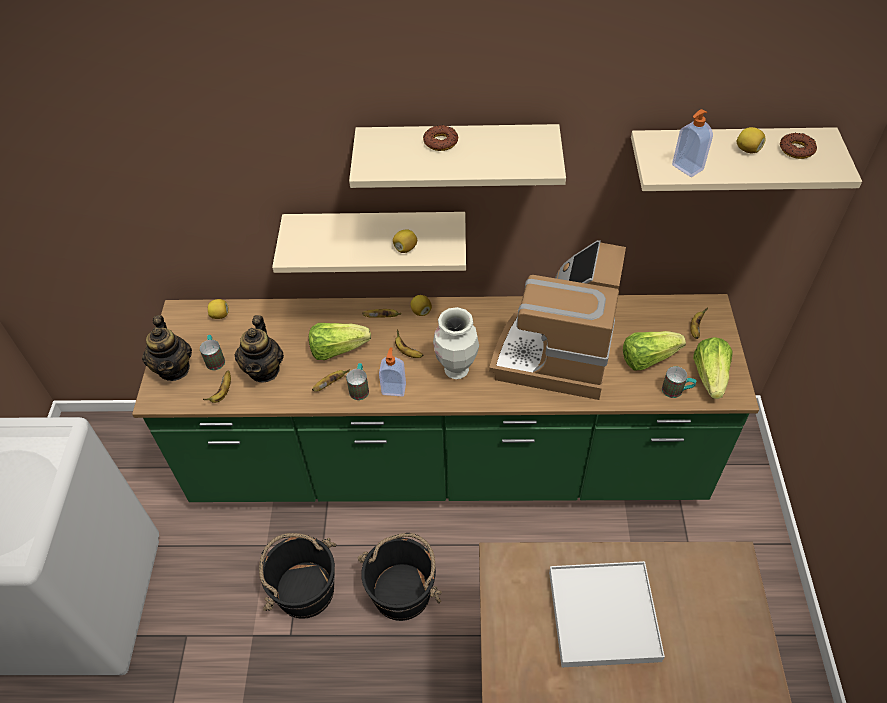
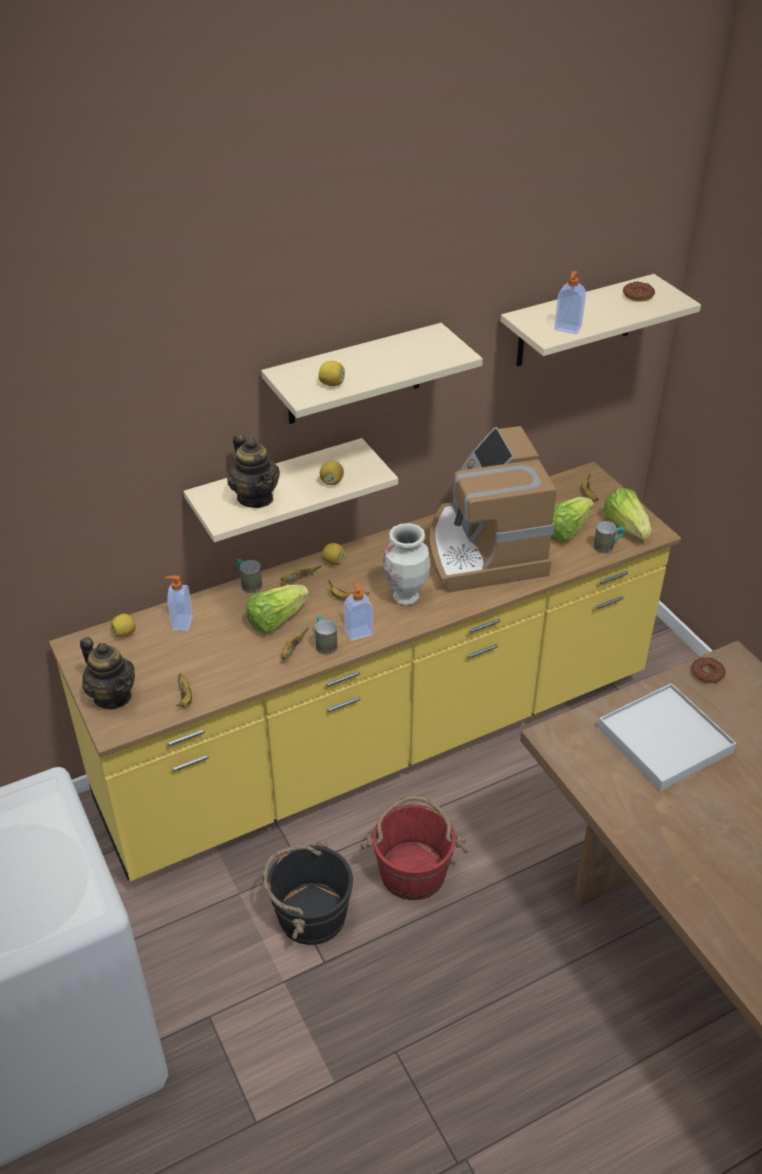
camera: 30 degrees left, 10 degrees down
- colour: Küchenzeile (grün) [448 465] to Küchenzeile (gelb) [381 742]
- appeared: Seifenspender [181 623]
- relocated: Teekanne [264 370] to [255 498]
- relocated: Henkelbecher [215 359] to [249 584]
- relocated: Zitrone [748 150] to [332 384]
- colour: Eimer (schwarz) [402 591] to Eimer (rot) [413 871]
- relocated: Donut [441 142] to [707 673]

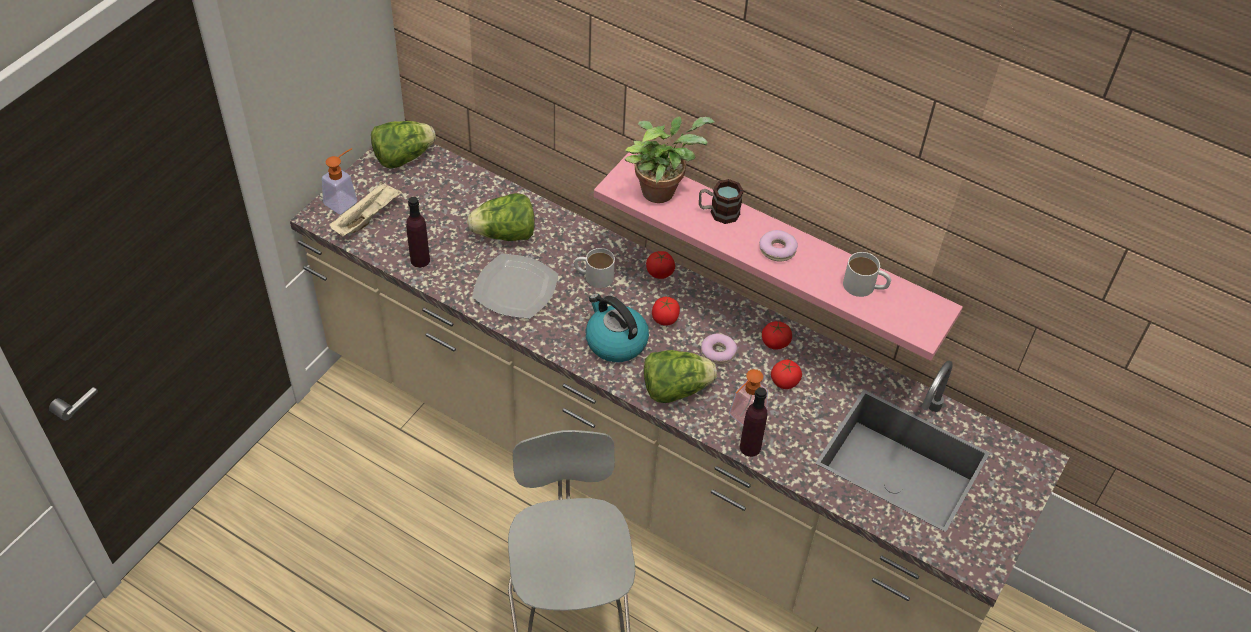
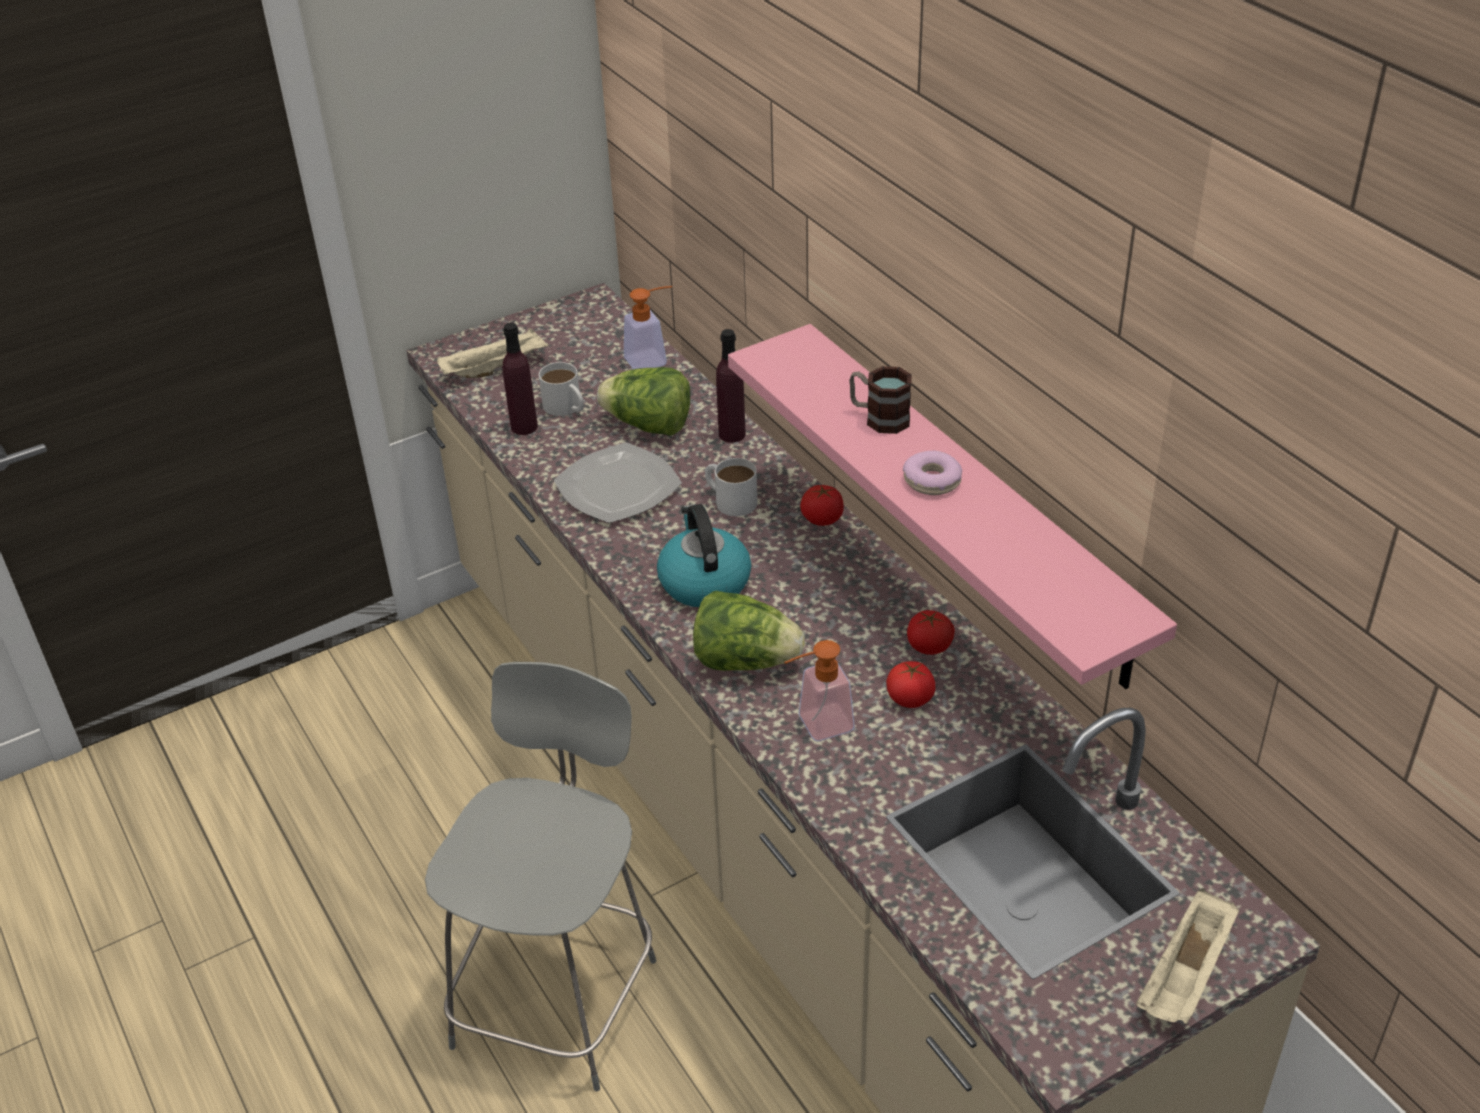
camera: 30 degrees right, 10 degrees down
- relocated: Henkelbecher (weiß) [865 286] to [566 408]
- relocated: Seifenspender [345 200] to [652 359]
- relocated: Flasche (lila) [750 447] to [732 434]
- appeared: Tablett (beige) [1185 976]
- missing: Salatkopf [403 157]
- missing: Topfpflanze [661 189]
- missing: Tomate [665 318]
- missing: Donut [718 352]

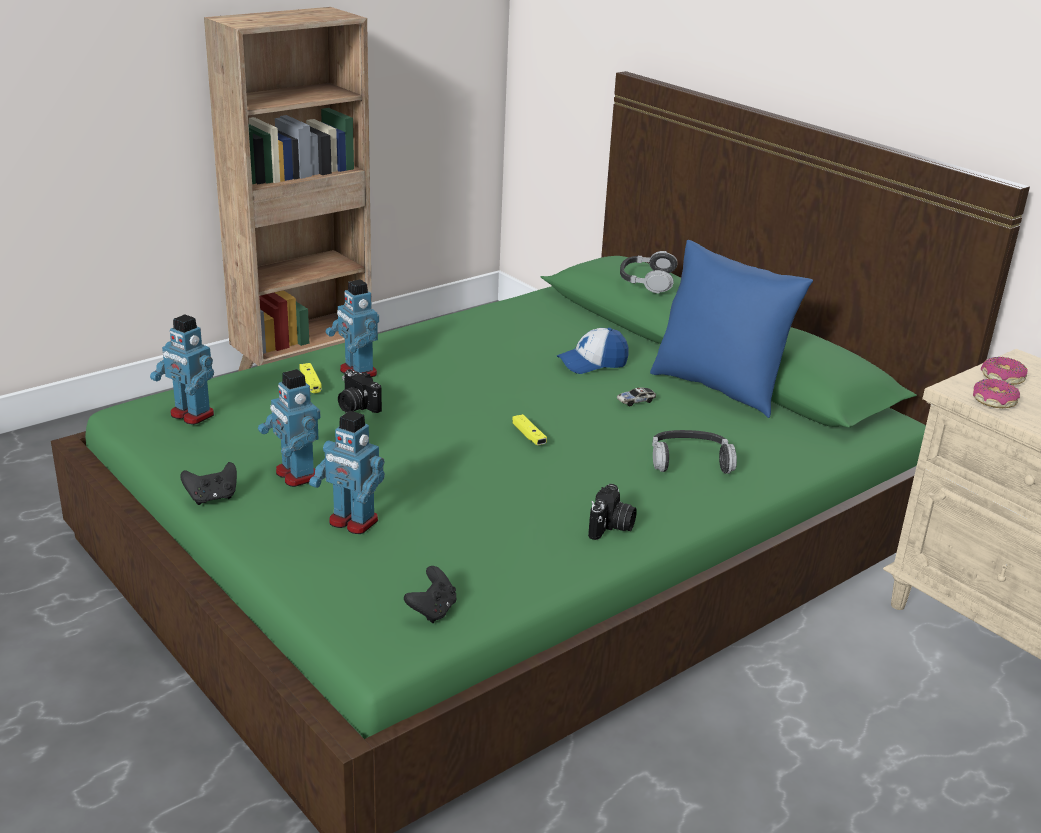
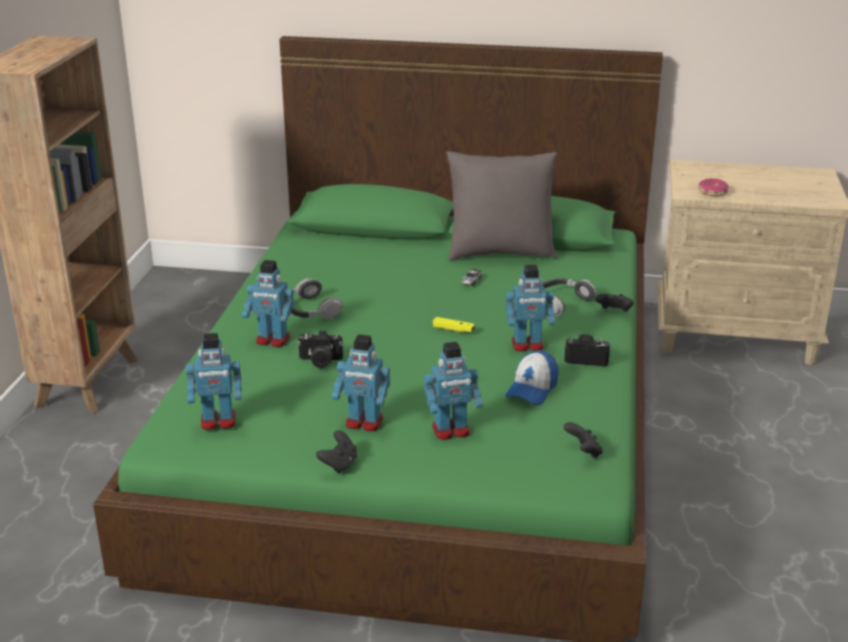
camera: 40 degrees left, 0 degrees up
- relocated: Kopfhörer [646 280] to [309 310]
- colour: Kissen (blau) [718 388] to Kissen (grau) [500 253]
- relocated: Kappe [592 363] to [532 389]
- appeared: Spielzeugroboter [527 345]
- spun: Kamera [611 527] = [586 359] 60 degrees counterclockwise
- appeared: Gamepad (schwarz) [614 312]
- missing: Gamepad (gelb) [310 383]
- missing: Donut [1002 378]

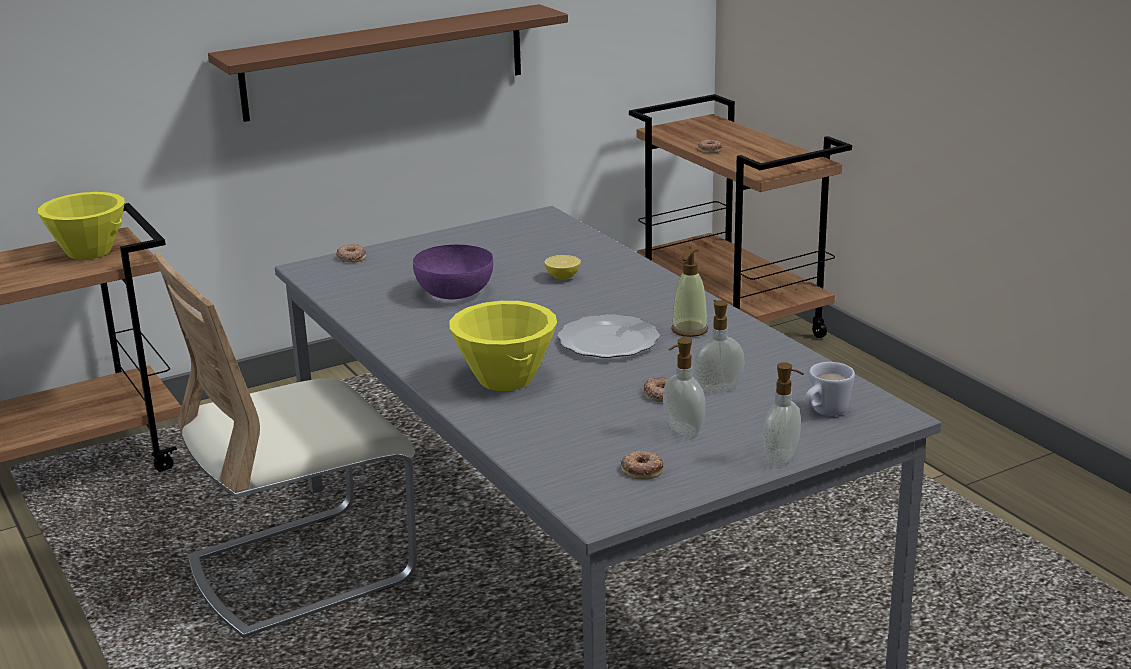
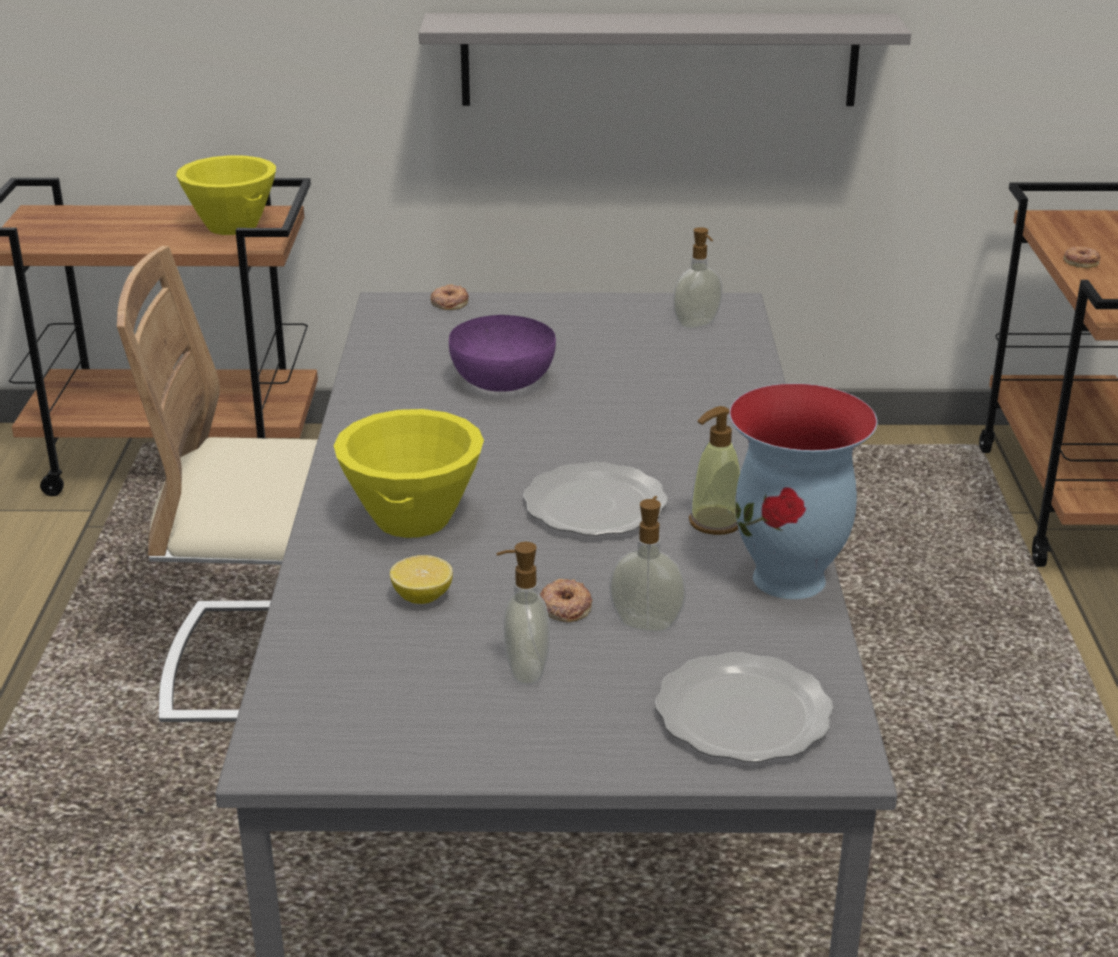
camera: 30 degrees right, 5 degrees up
- relocated: Zitrone [562 277] to [422 597]
- colour: Wandregal (braun) [385 62] to Wandregal (grau) [659 59]
- exchanged: Henkelbecher (weiß) [824 413] to Teller [742 715]
- relocated: Seifenspender [782 458] to [697 325]
- appeared: Vase [791 579]
- missing: Donut [642 469]

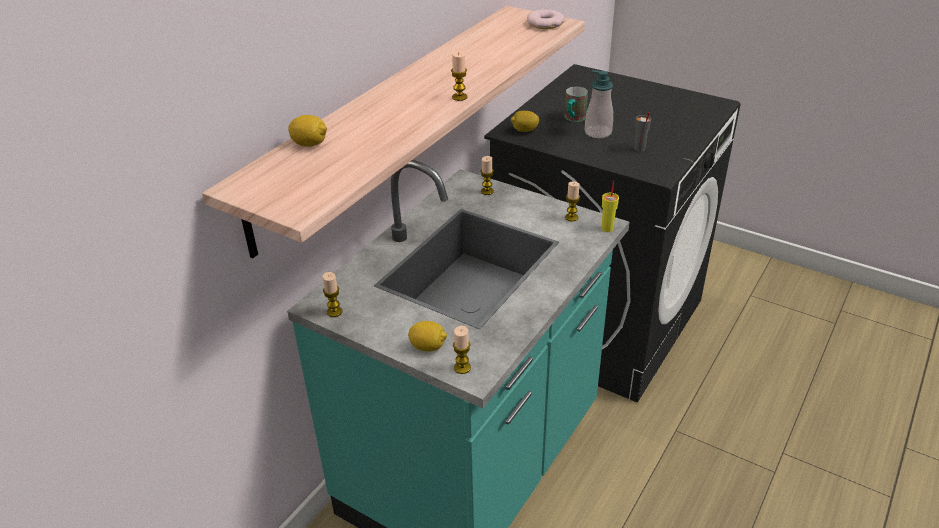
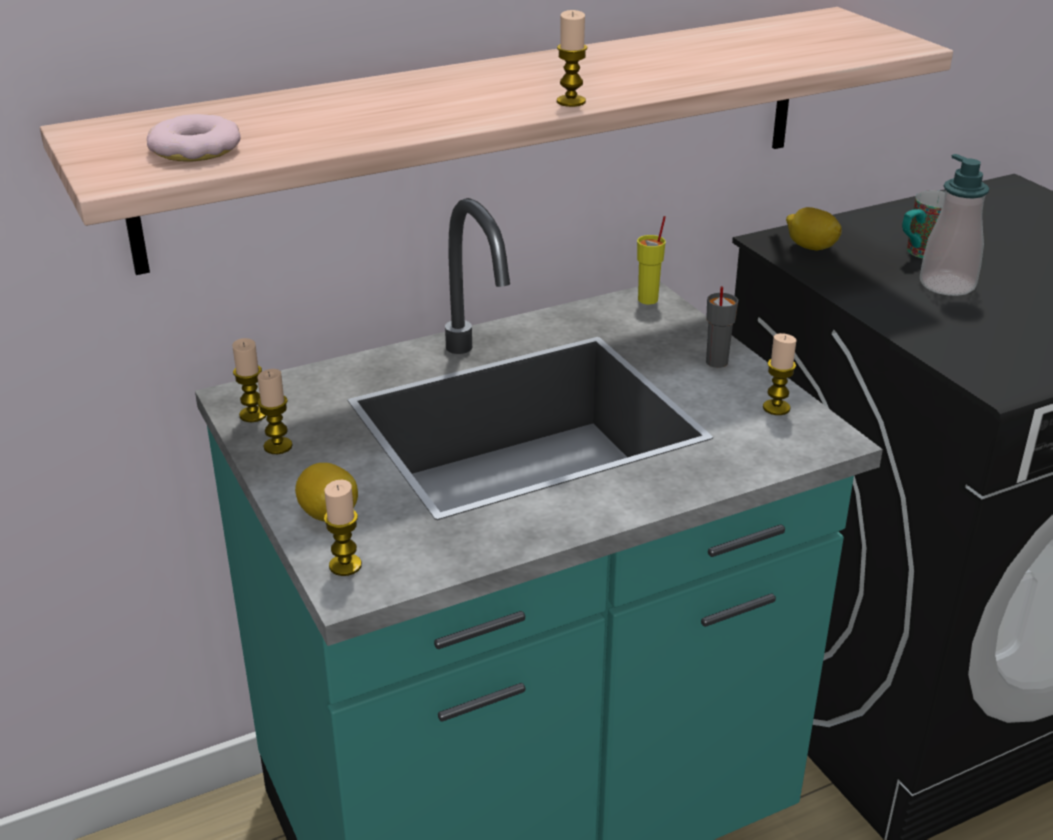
camera: 30 degrees right, 5 degrees down
- relocated: Donut [545 23] to [196 149]
- relocated: Kerze [487 191] to [278 446]
- relocated: Tasse (gelb) [607 228] to [648 299]
- relocated: Tasse (grau) [639 149] to [716 362]
- missing: Zitrone [310 144]

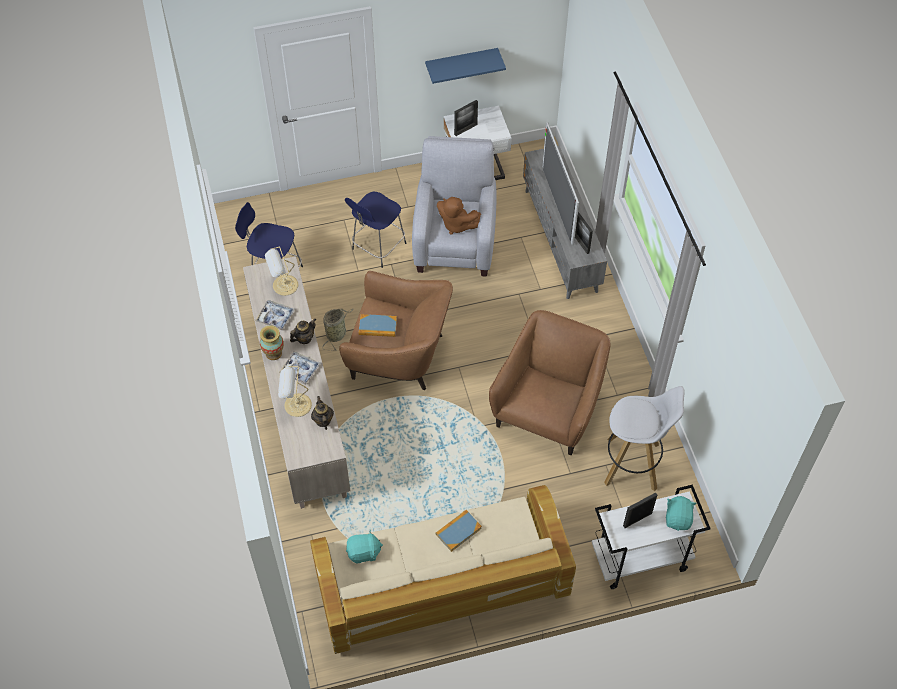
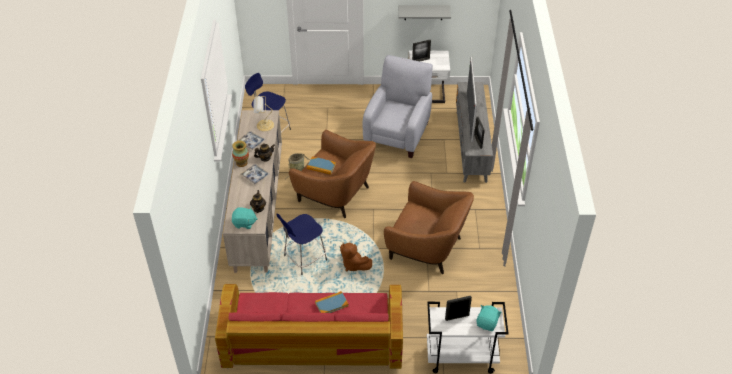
camera: 15 degrees right, 10 degrees down
- colour: Sofa (beige) [440 581] to Sofa (rot) [312 339]
- relocated: Plüschtier (türkis) [364 552] to [244 223]
- relocated: Hocker (blau) [377 247] to [304 259]
- relocated: Plüschtier (braun) [457 224] to [353 265]
- spun: Sessel (braun) [548 409] = [427 247] 75 degrees clockwise
- colour: Wandregal (blau) [461 63] to Wandregal (grau) [423 12]
- missing: Tischlampe [296 405]
- missing: Hocker (weiß) [633 464]

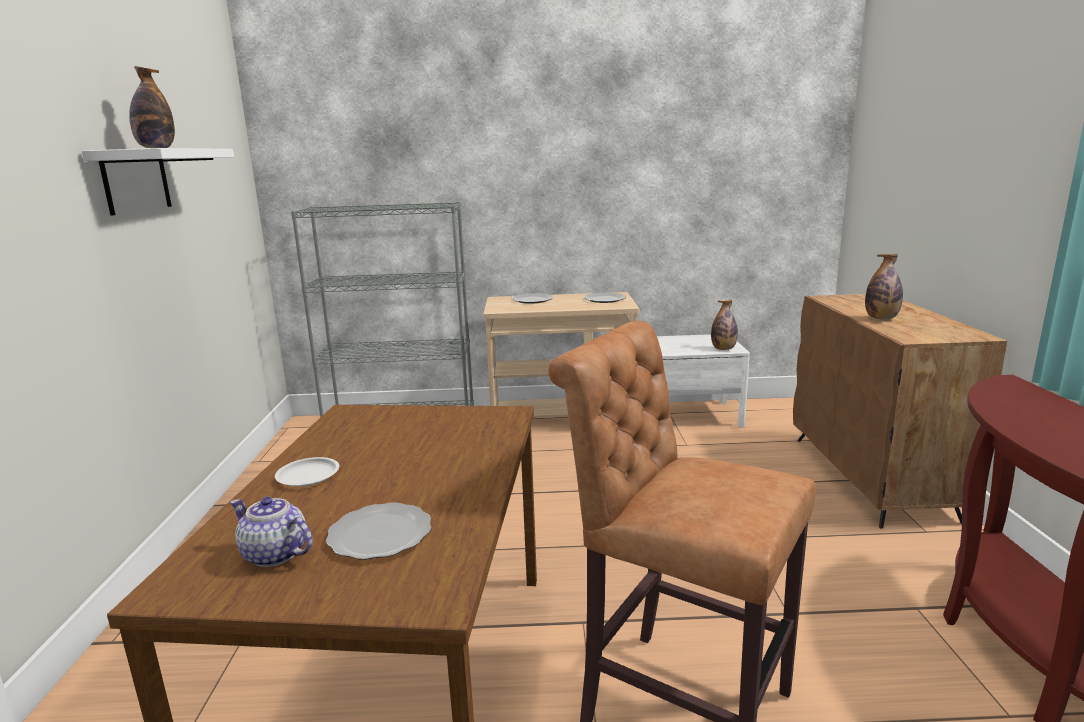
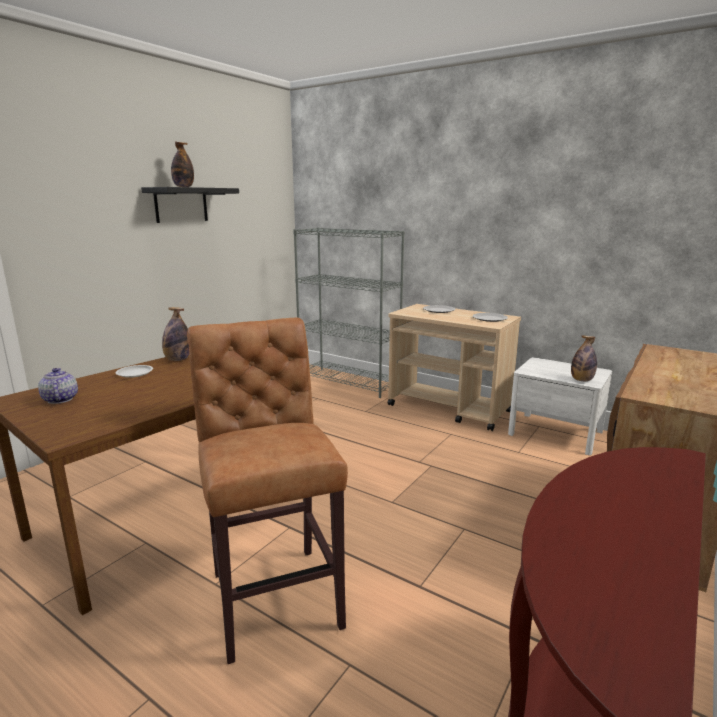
camera: 35 degrees right, 0 degrees up
- colour: Wandregal (weiß) [136 181] to Wandregal (schwarz) [181 205]
- relocated: Flasche [881 318] to [178 360]
- missing: Teller [382 534]

